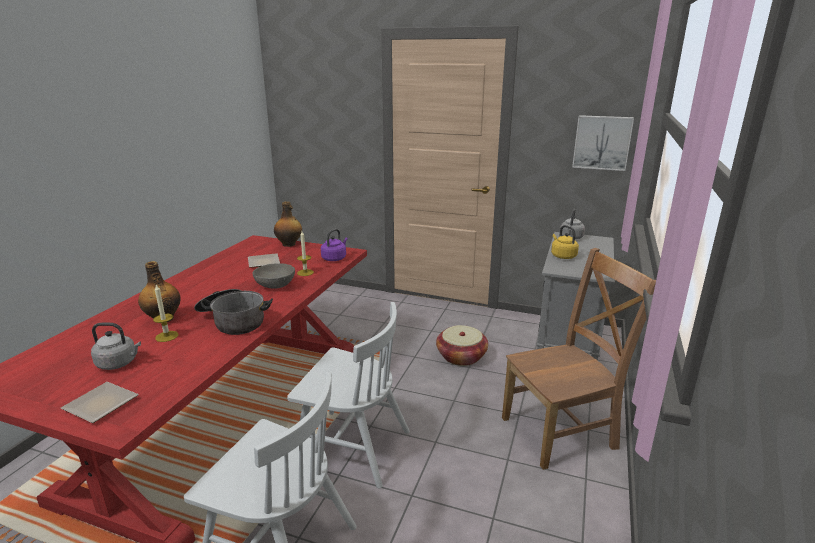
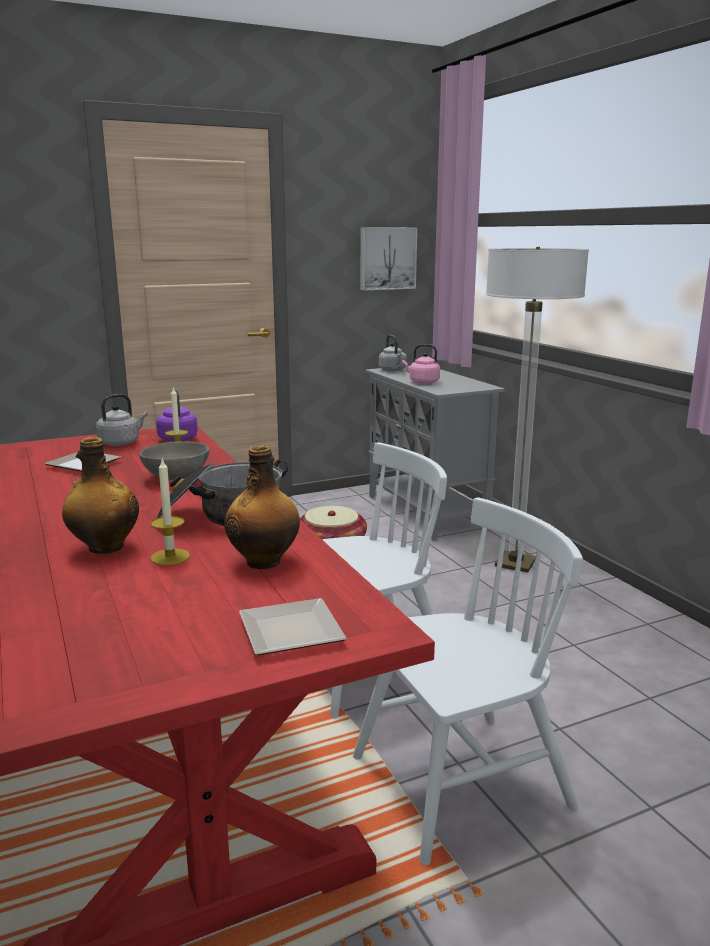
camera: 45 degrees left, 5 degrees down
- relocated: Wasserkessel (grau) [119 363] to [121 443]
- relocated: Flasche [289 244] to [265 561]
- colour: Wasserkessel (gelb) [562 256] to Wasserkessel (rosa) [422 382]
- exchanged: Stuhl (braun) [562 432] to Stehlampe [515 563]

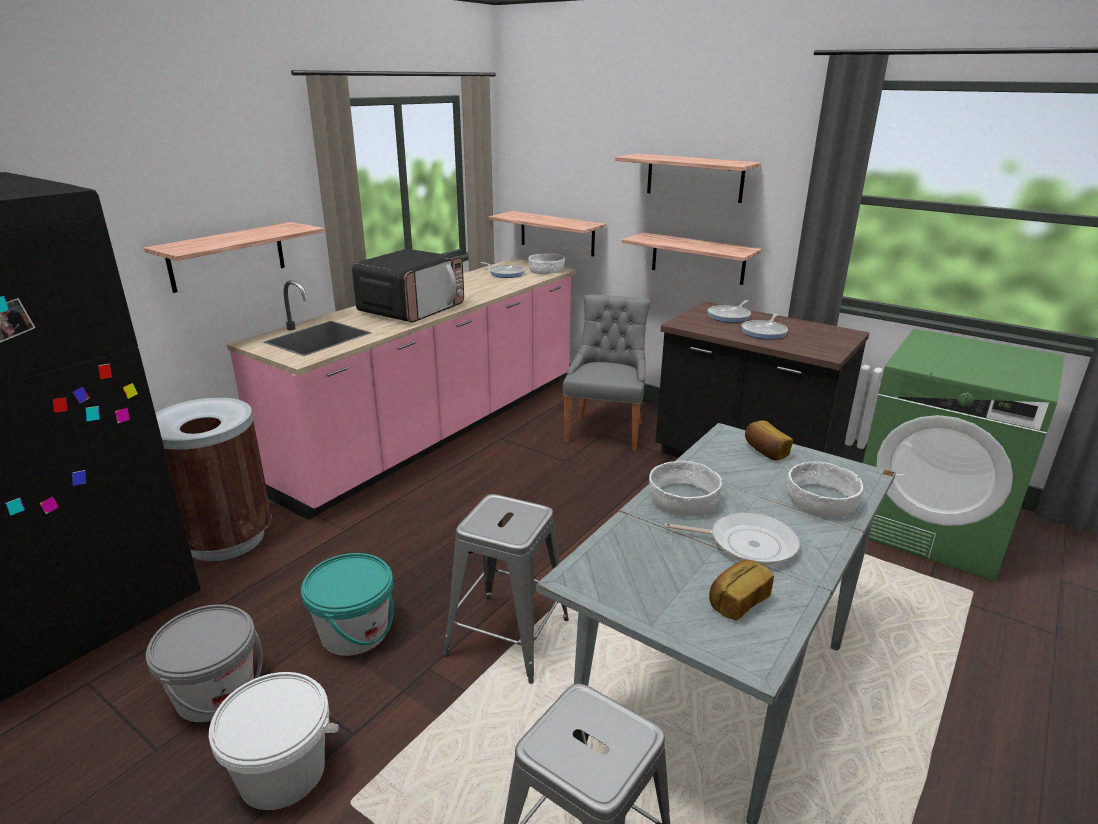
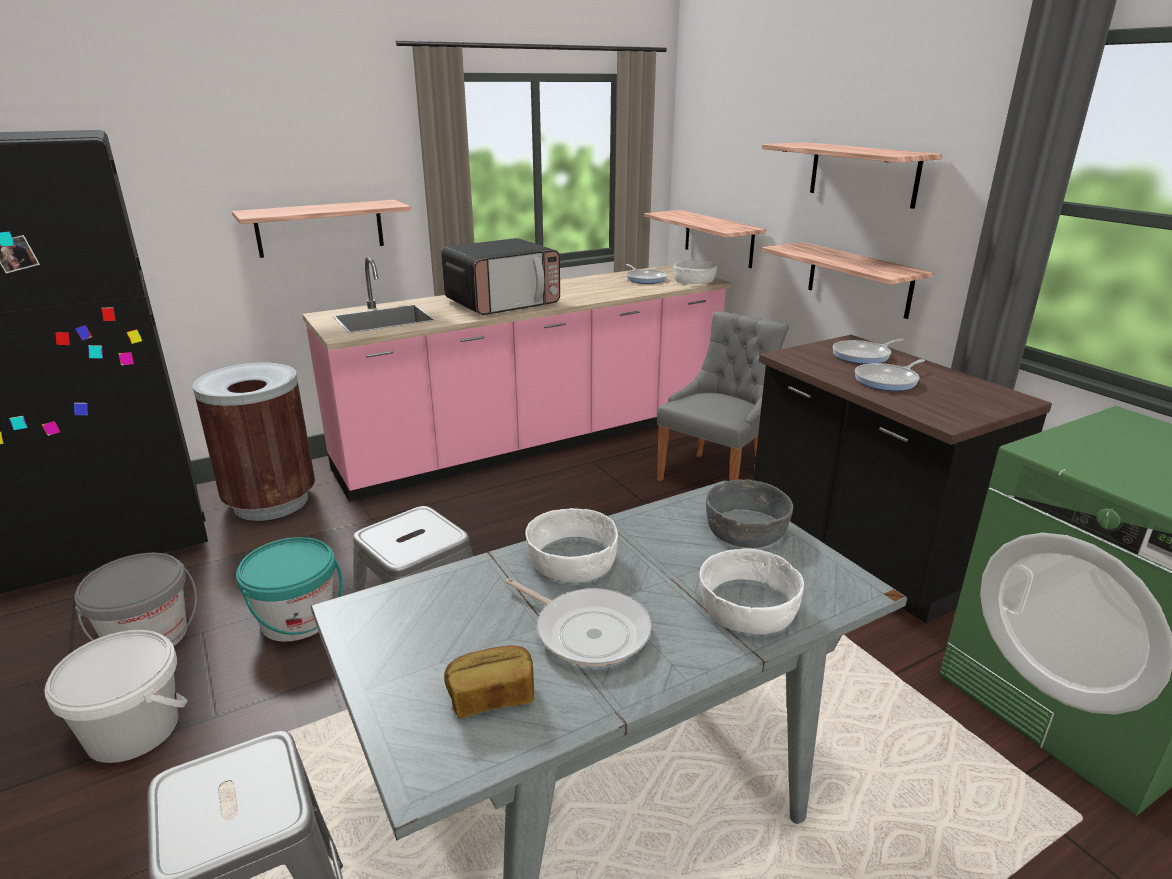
camera: 25 degrees right, 0 degrees up
- exchanged: Brot [765 451] to Schüssel (grau) [746 527]

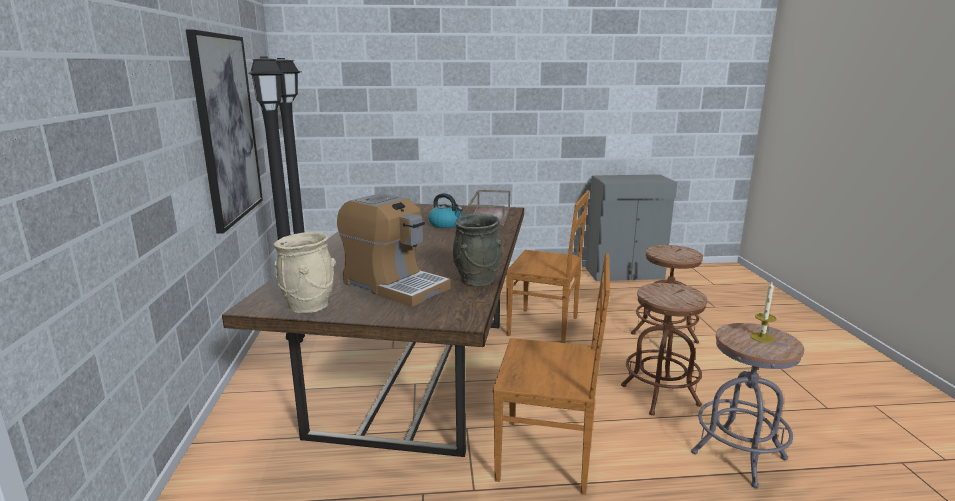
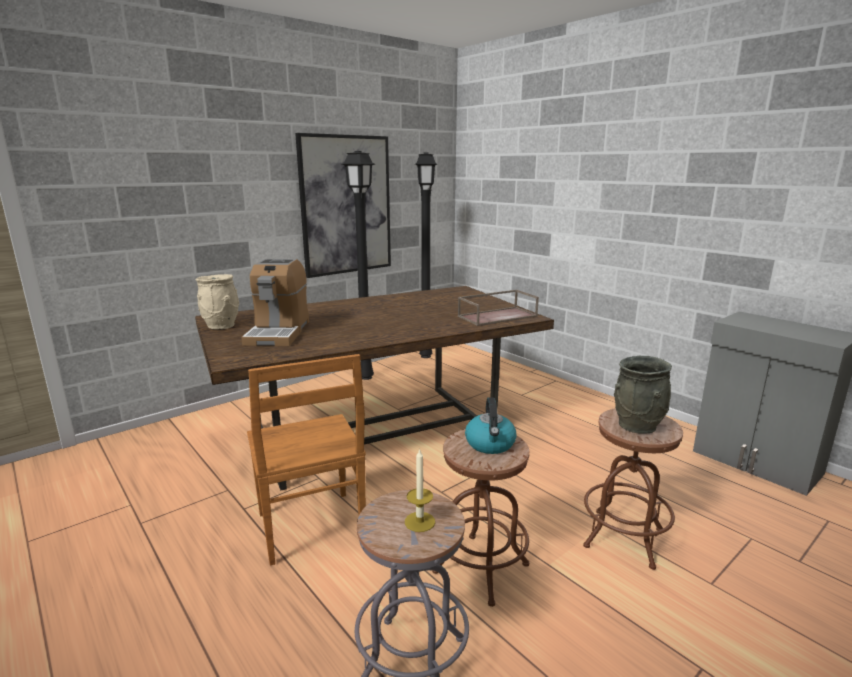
camera: 55 degrees right, 0 degrees up
- relocated: Wasserkessel [446 224] to [490 444]
- relocated: Vase (grau) [477 280] to [637 425]
- missing: Stuhl (braun) [545 327]

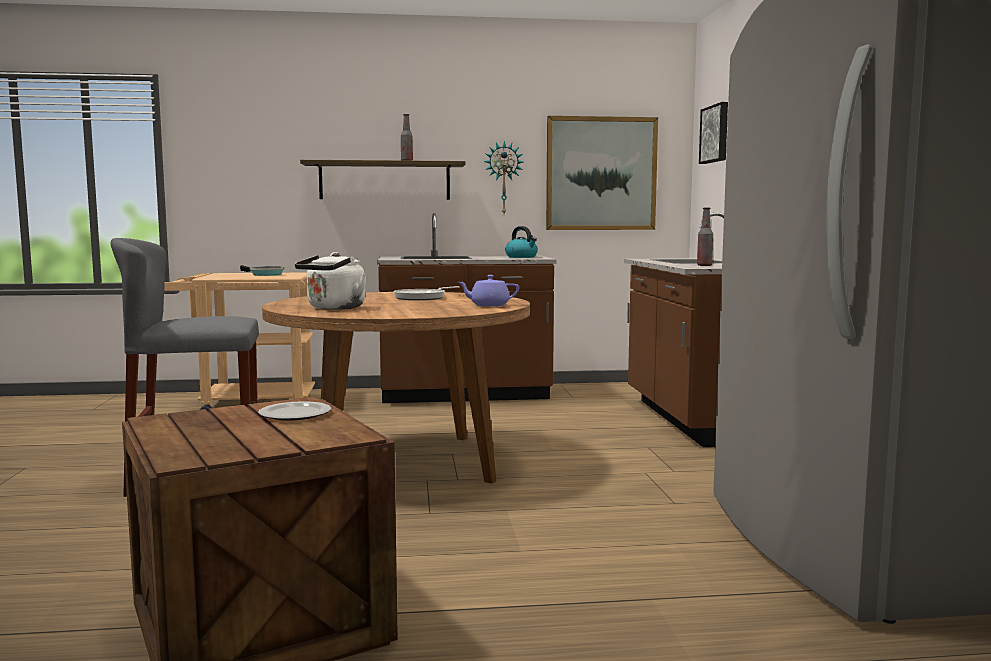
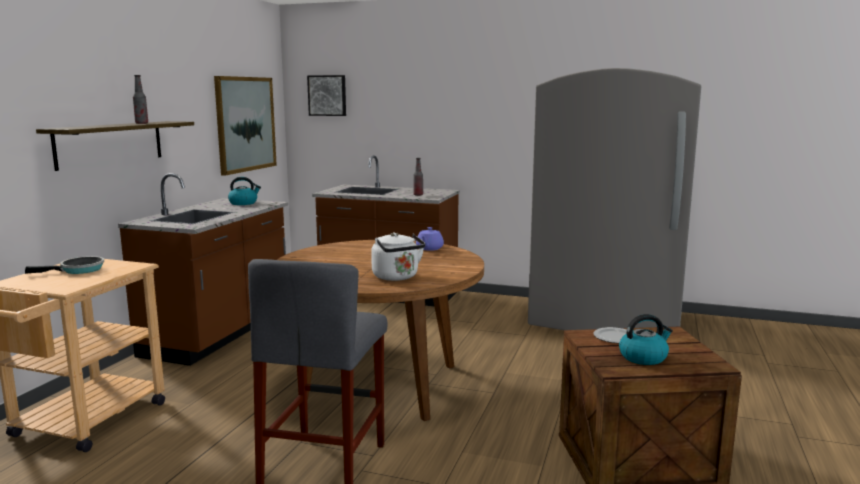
camera: 65 degrees left, 5 degrees up
- appeared: Wasserkessel [643 357]
- missing: Pfanne [422 298]
- missing: Wanduhr [503 178]

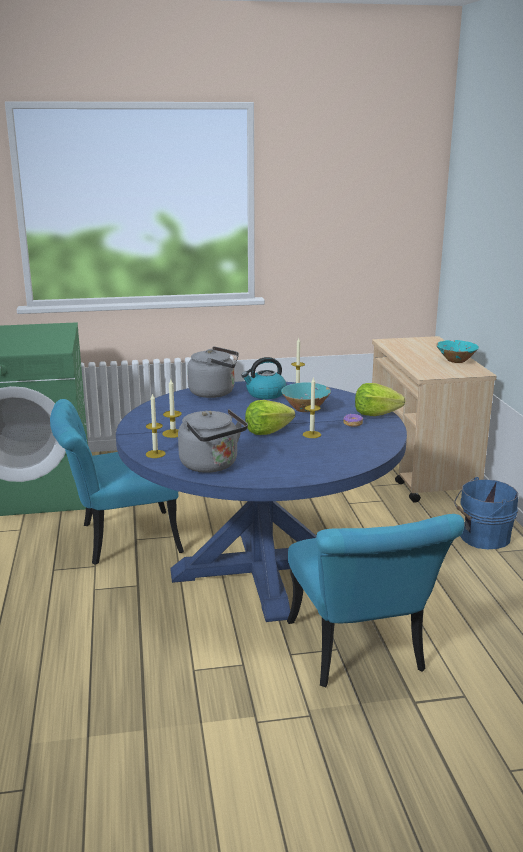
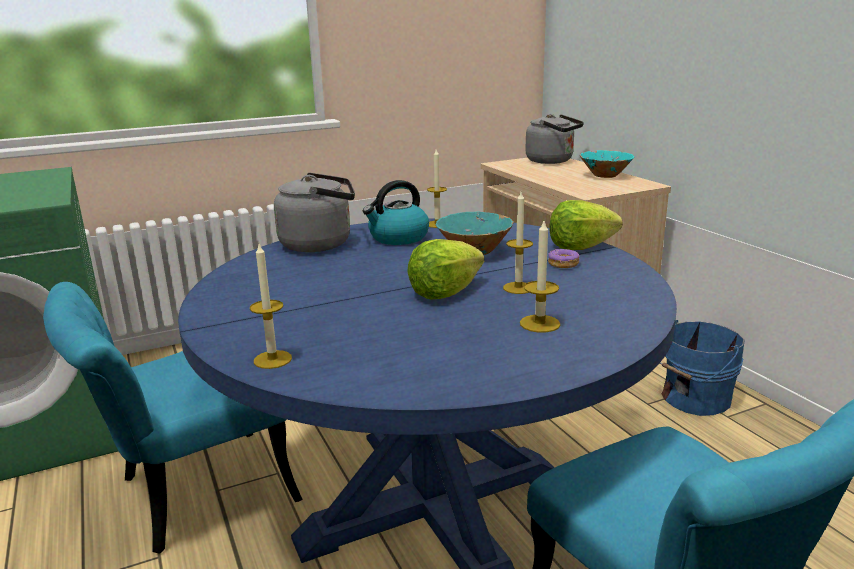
camera: 15 degrees left, 0 degrees up
- relocated: Kerze [173 433] to [539 323]
- relocated: Wasserkessel (grau) [211 465] to [552 161]

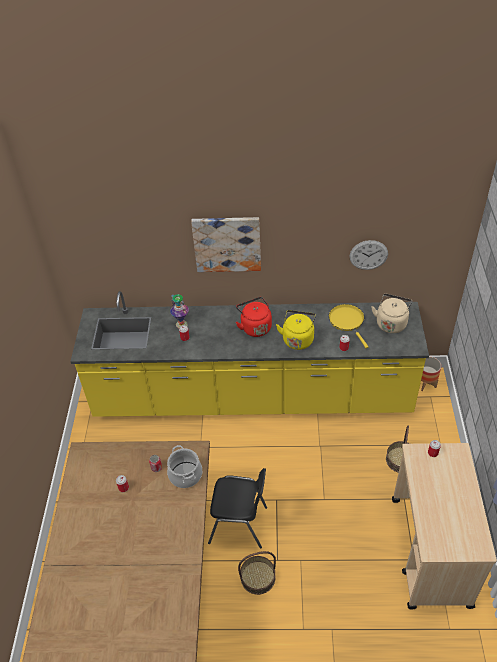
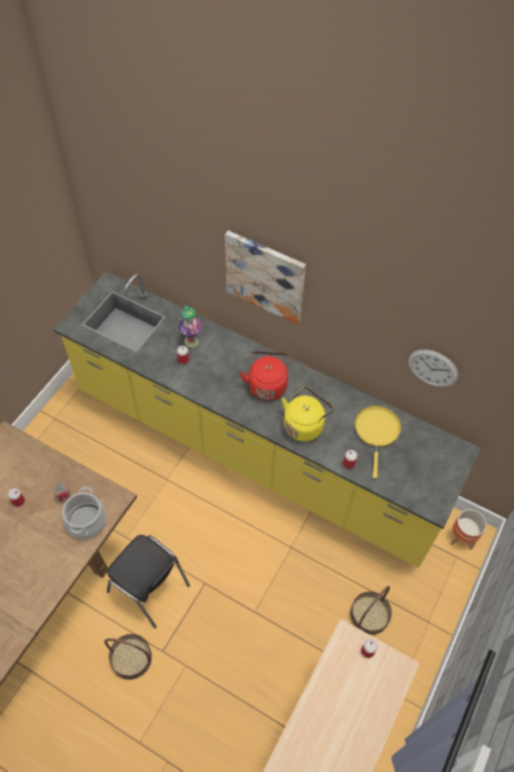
camera: 25 degrees right, 10 degrees up
- missing: Wasserkessel (beige) [391 323]

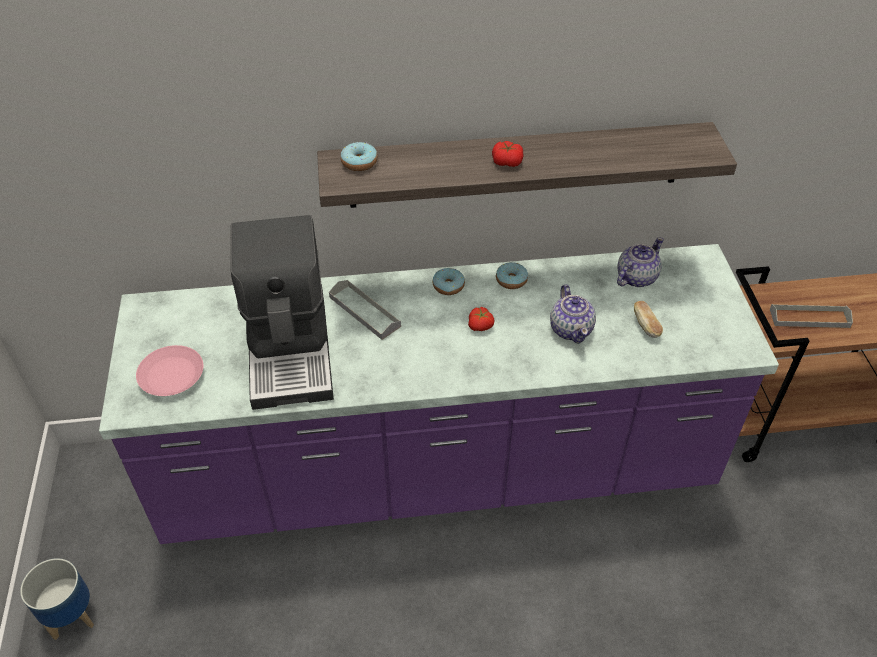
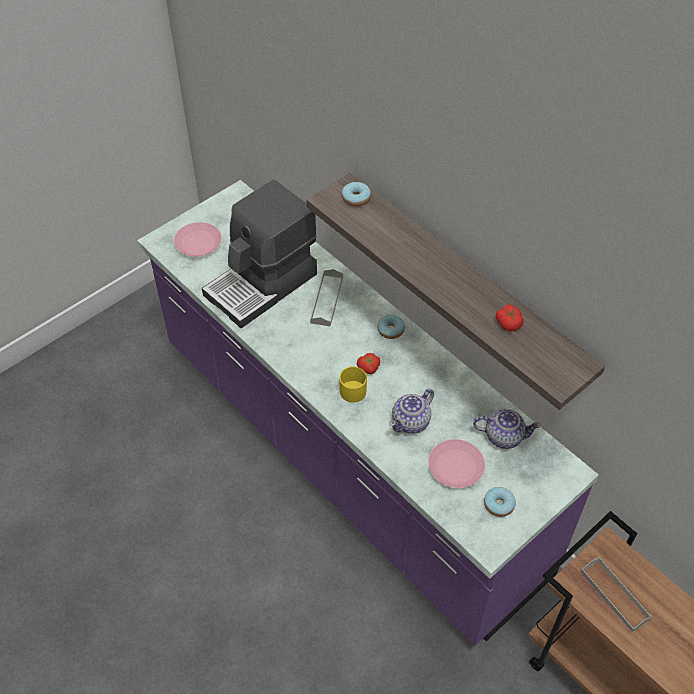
camera: 55 degrees right, 5 degrees up
- appeared: Henkelbecher (gelb) [352 388]
- exchanged: Brot [646 325] to Teller (rosa) [455 466]
- relocated: Donut [511 280] to [498 504]
- relocated: Tomate [507 161] to [508 323]
- missing: Pflanzkübel [72 616]

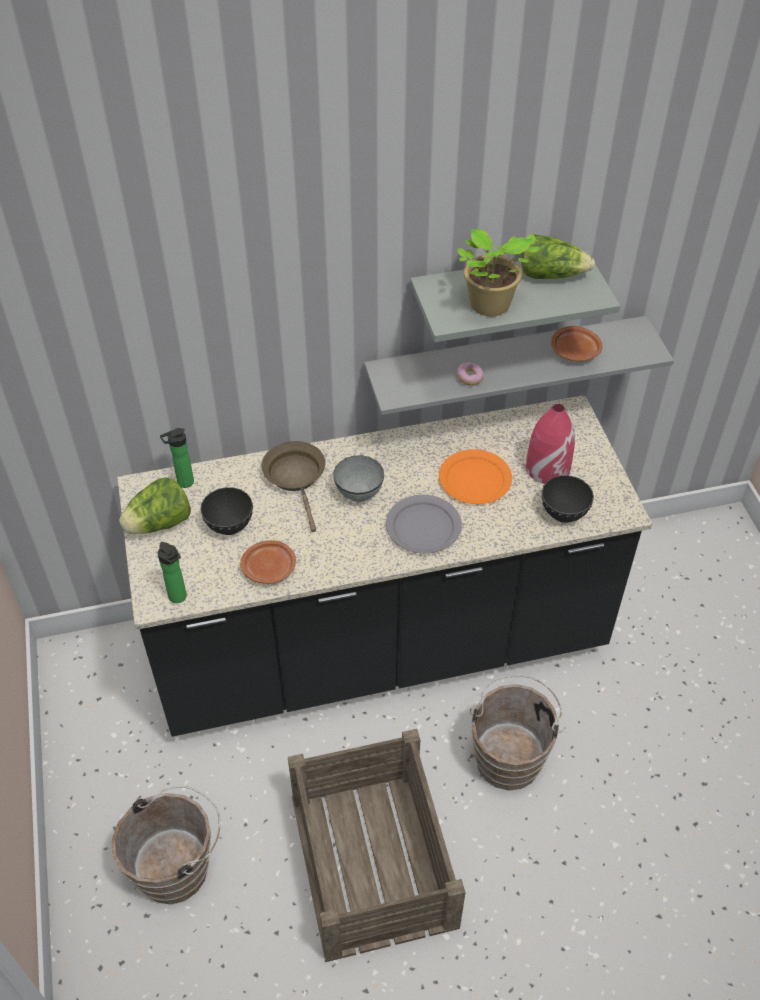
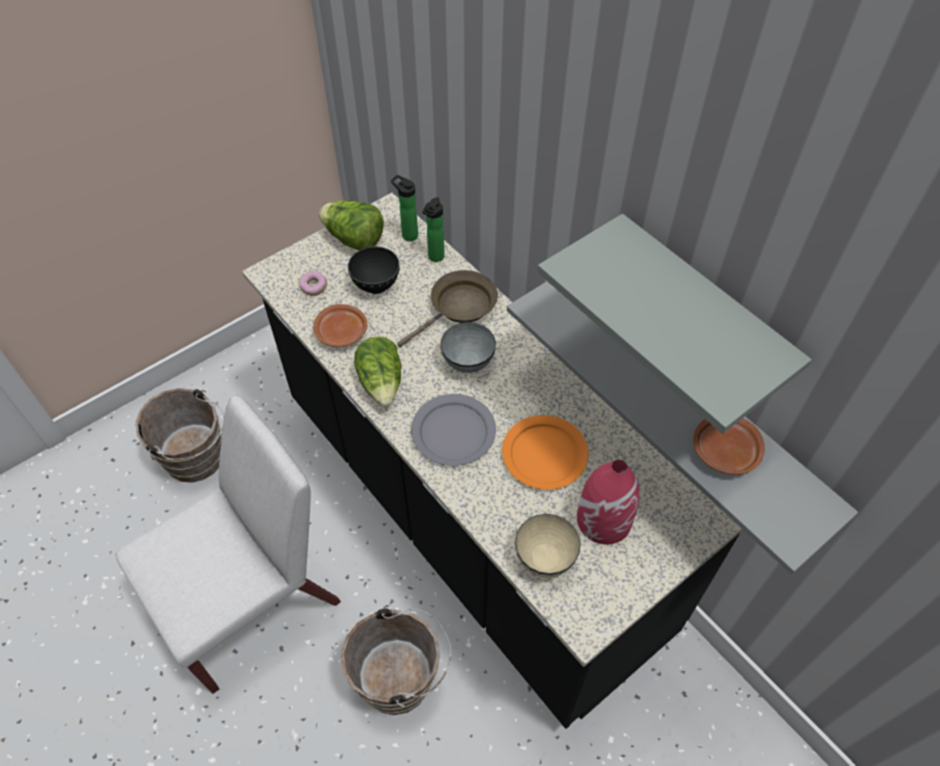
camera: 65 degrees right, 5 degrees up
- exchanged: Kiste [374 859] to Stuhl (weiß) [251 600]
- relocated: Donut [470 378] to [314 287]
- relocated: Salatkopf [551 274] to [382 382]
- relocated: Flasche [179 598] to [435 258]
- colour: Schüssel (schwarz) [563 513] to Schüssel (beige) [544 558]
- missing: Topfpflanze [489 306]

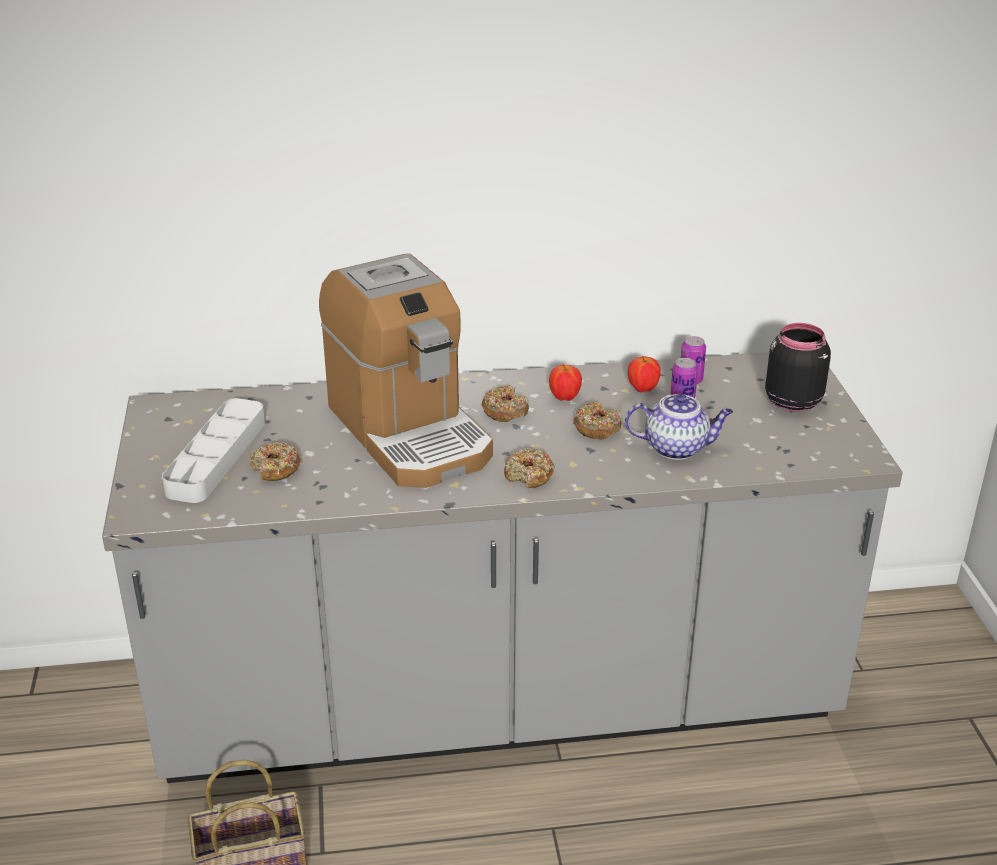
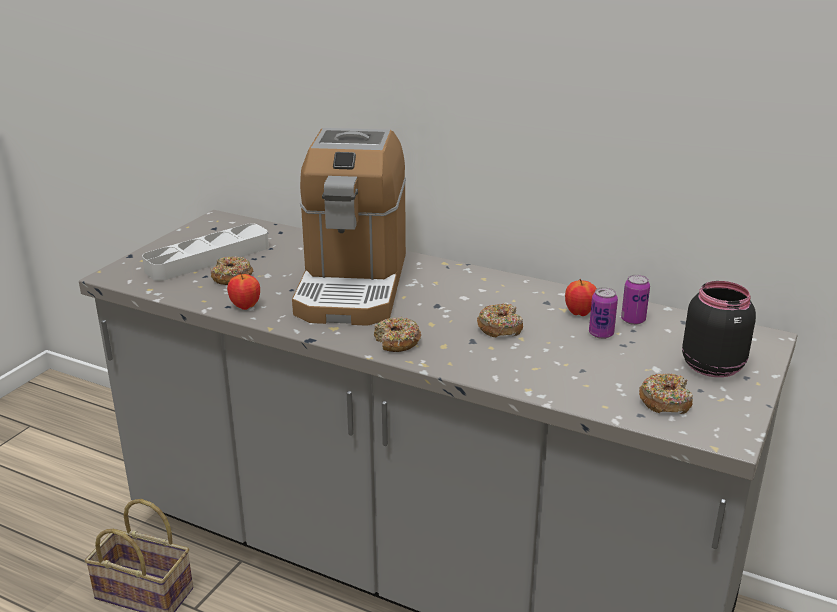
camera: 35 degrees right, 5 degrees down
- relocated: Apfel [564 398] to [245 307]
- relocated: Donut [505 411] to [665 401]
- missing: Teekanne [677 448]

